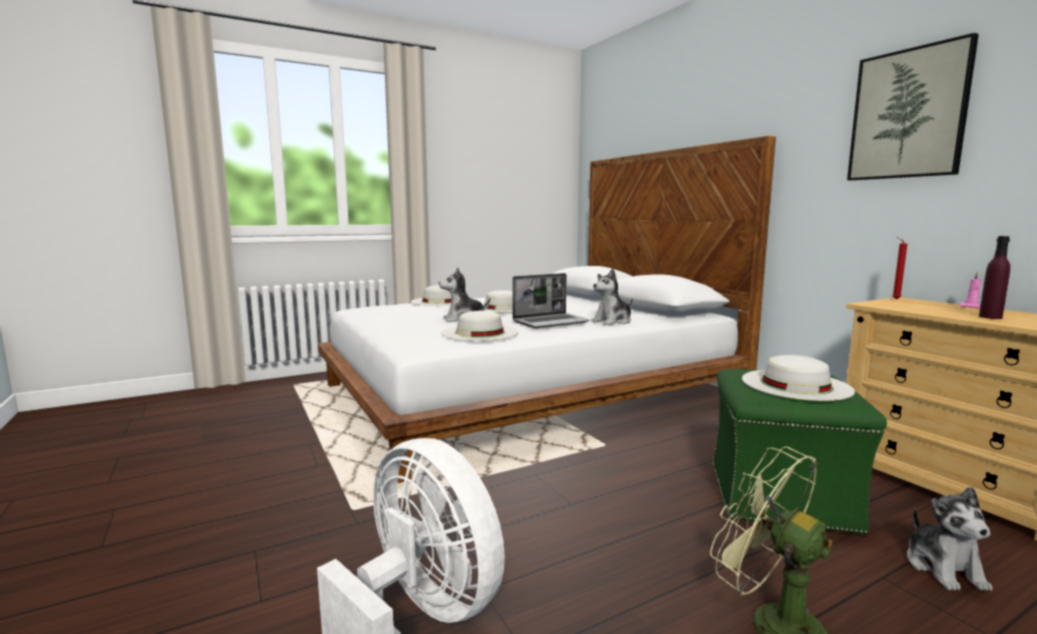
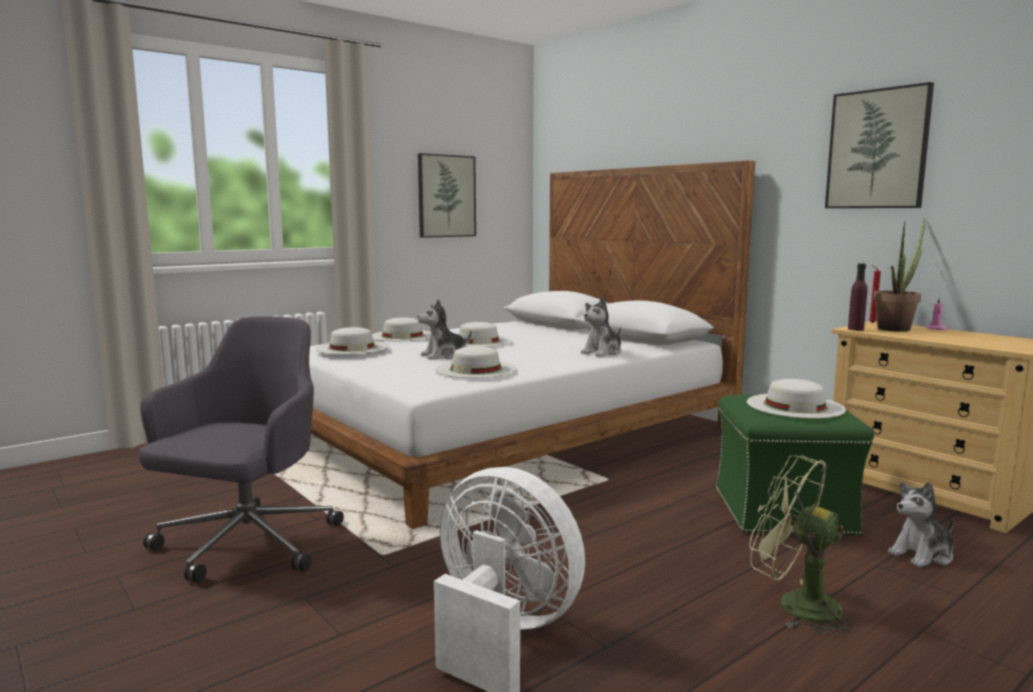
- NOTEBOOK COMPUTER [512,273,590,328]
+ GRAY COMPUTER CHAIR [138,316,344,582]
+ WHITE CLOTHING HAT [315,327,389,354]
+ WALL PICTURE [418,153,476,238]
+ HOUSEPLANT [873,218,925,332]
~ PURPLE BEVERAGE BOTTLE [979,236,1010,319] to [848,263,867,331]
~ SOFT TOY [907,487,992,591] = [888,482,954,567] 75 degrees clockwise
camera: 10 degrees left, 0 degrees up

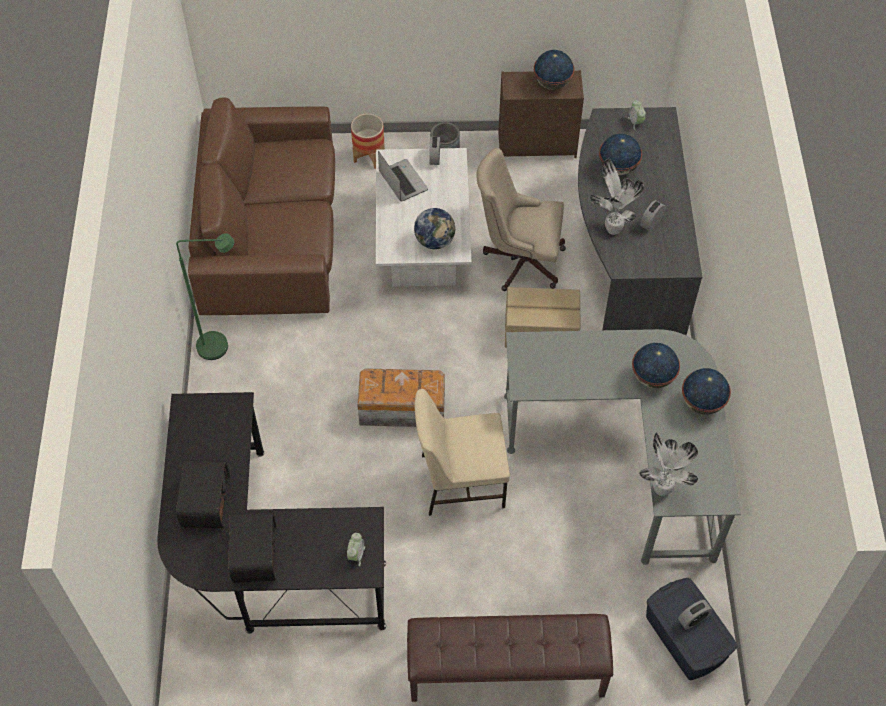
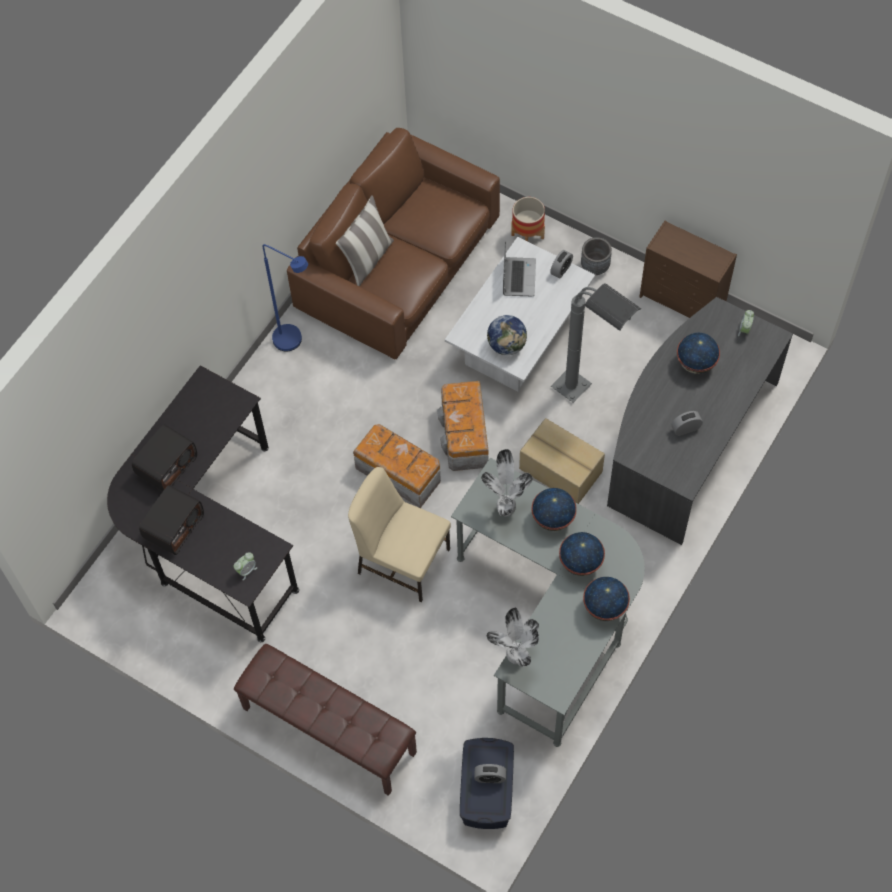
+ PILLOW [336,195,394,286]
+ STORAGE BOX [437,381,488,471]
~ WORLD GLOBE [534,50,574,90] to [531,488,577,531]
~ HOUSEPLANT [590,159,644,235] to [481,449,533,517]
~ BEIGE-COLOURED COMPUTER CHAIR [476,148,566,291] to GRAY FLOOR LAMP [551,283,641,403]
~ GREENISH FLOOR LAMP [176,233,234,360] to BLUISH FLOOR LAMP [263,244,308,352]
camera: 35 degrees right, 5 degrees up

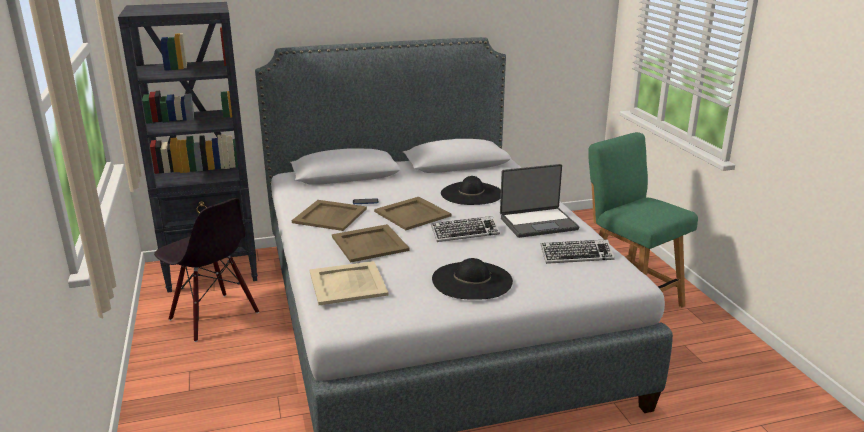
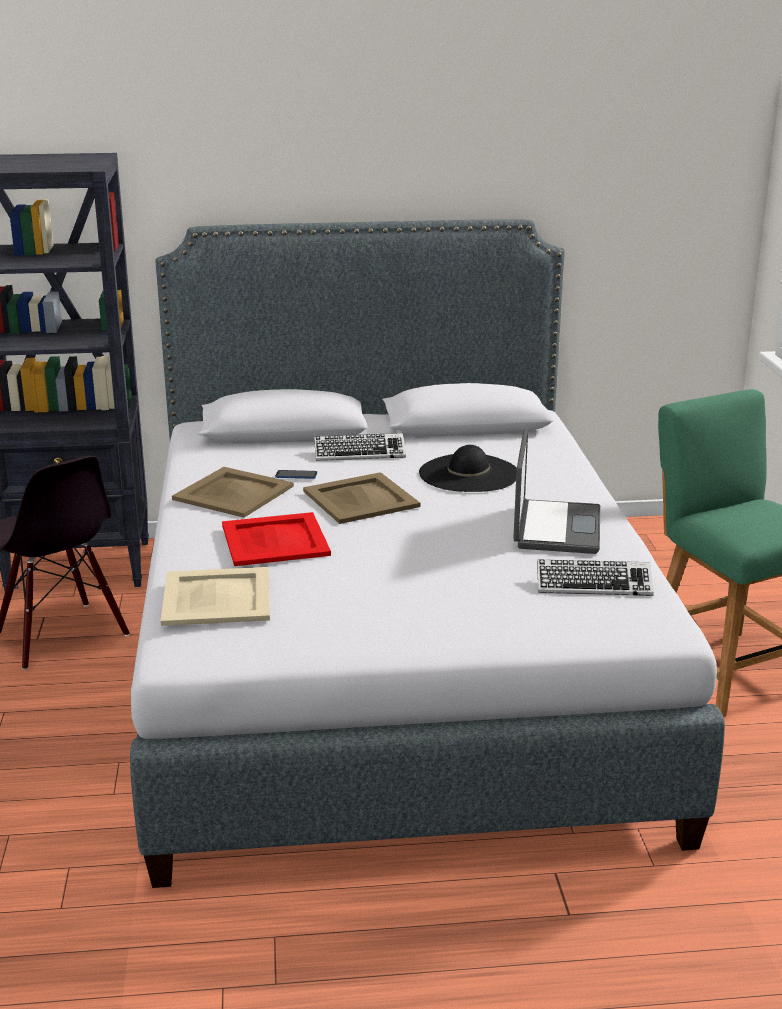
- BLACKISH CLOTHING HAT [432,258,513,300]
~ KEYBOARD [431,216,500,242] to [314,433,406,461]
~ BEIGE-COLOURED SERVING TRAY [332,224,410,263] to REDDISH SERVING TRAY [222,512,331,566]
~ NOTEBOOK COMPUTER [500,164,579,238] = [513,430,600,554] 75 degrees counterclockwise
camera: 10 degrees right, 0 degrees up

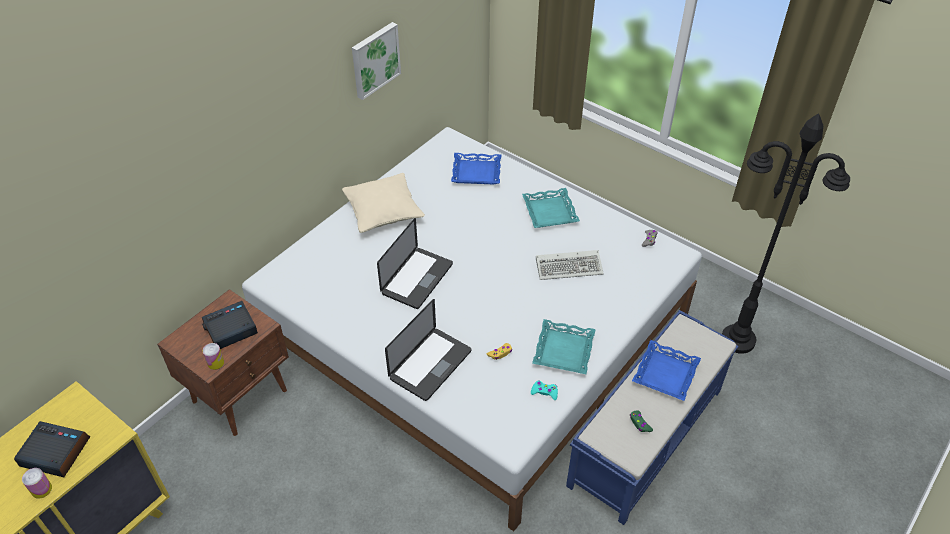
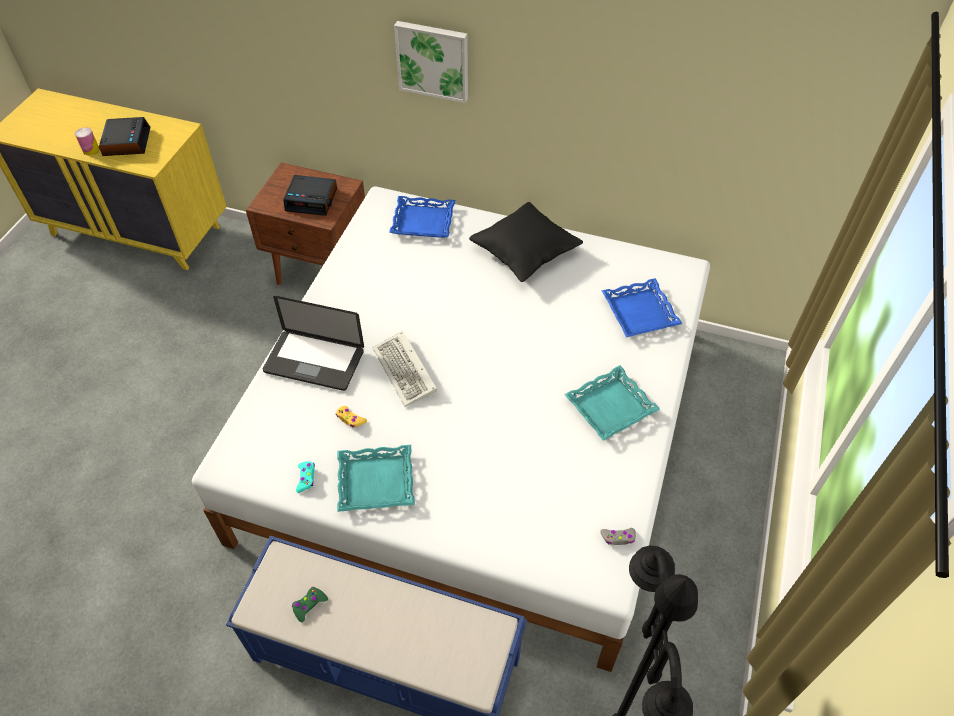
- METAL CAN [203,343,224,370]
- NOTEBOOK COMPUTER [377,218,453,309]
~ WALL PICTURE [352,22,401,100] to [394,21,468,103]
~ KEYBOARD [536,250,604,280] to [373,331,437,407]
~ BLUISH SERVING TRAY [632,340,701,401] to [389,196,455,238]
~ BEIGE-COLOURED PILLOW [342,173,425,233] to BLACKISH PILLOW [469,202,583,282]
~ BEDSIDE CLOCK [202,301,258,349] = [283,175,337,216] 150 degrees clockwise
camera: 70 degrees right, 5 degrees up

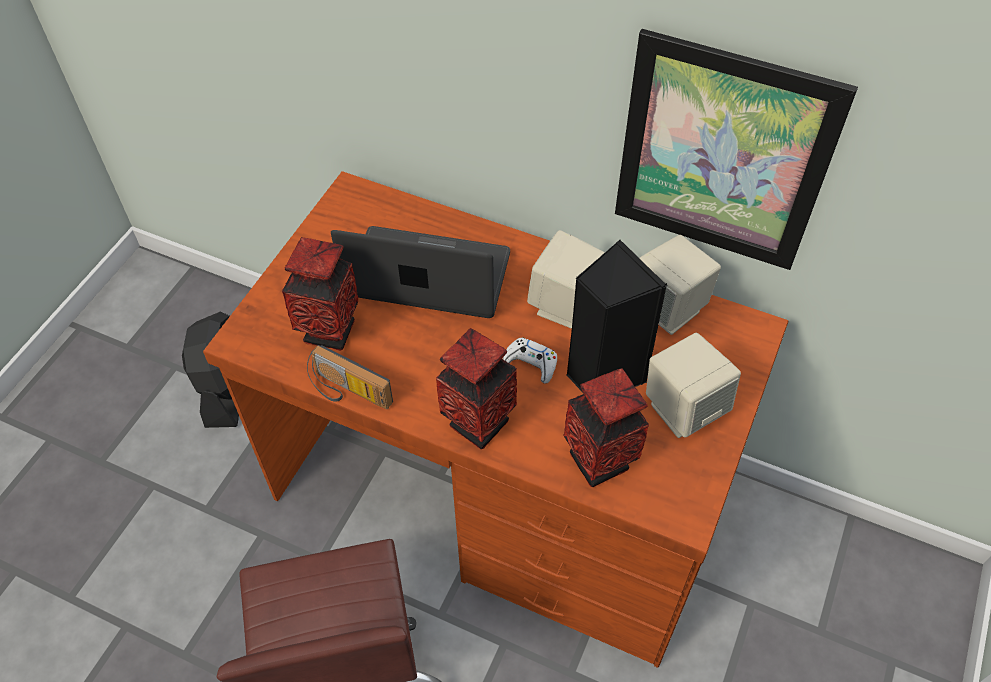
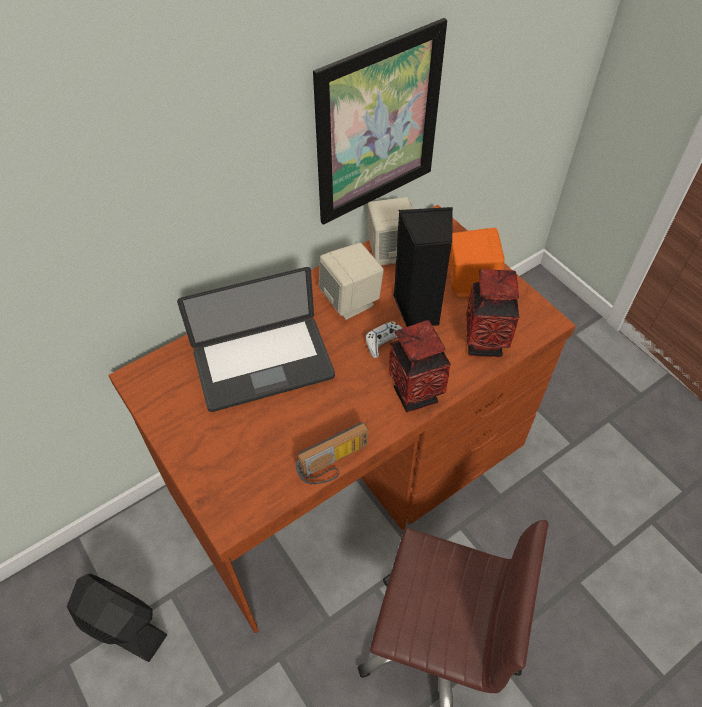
- VASE [282,237,358,351]
~ BEIGE-COLOURED LOUDSPEAKER [646,333,741,438] to ORANGEY LOUDSPEAKER [449,228,505,298]
~ NOTEBOOK COMPUTER [331,226,510,318] = [177,267,335,412] 150 degrees counterclockwise
camera: 60 degrees left, 0 degrees up

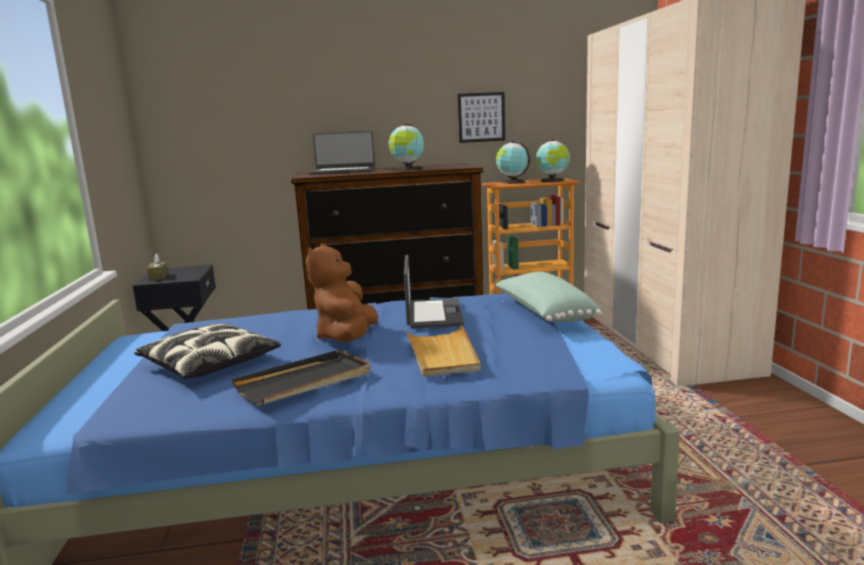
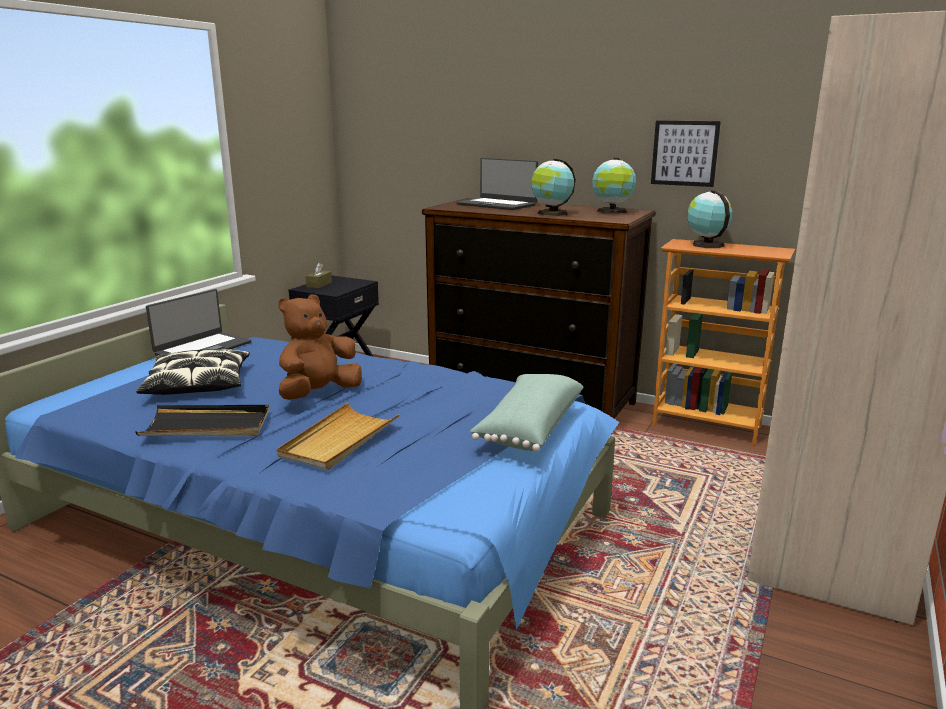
~ NOTEBOOK COMPUTER [404,255,464,329] to [146,289,251,356]
~ WORLD GLOBE [536,139,570,182] to [592,158,636,214]
camera: 35 degrees right, 5 degrees up

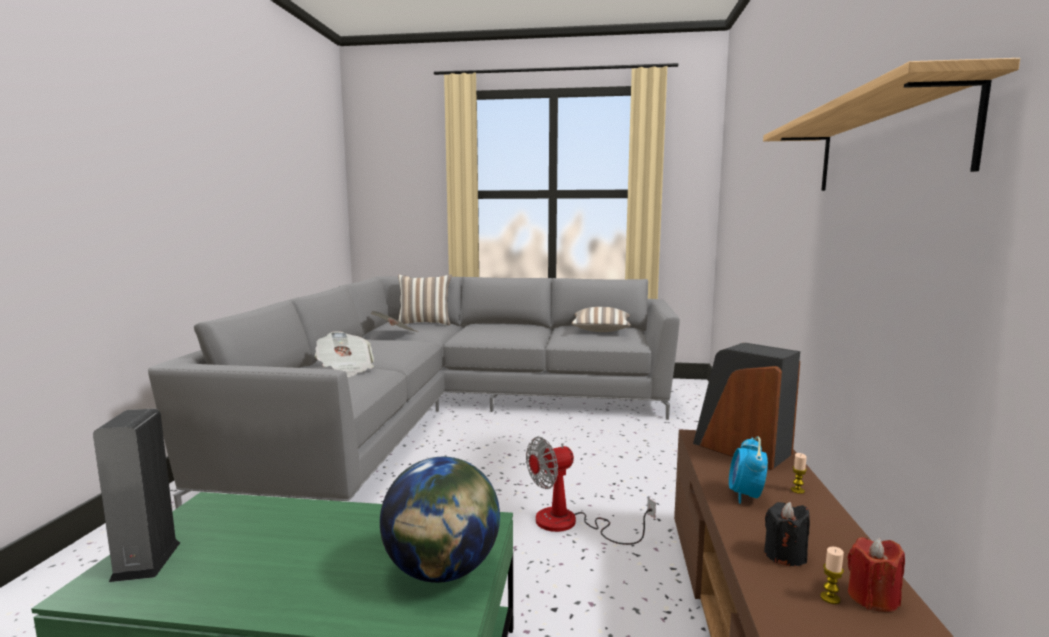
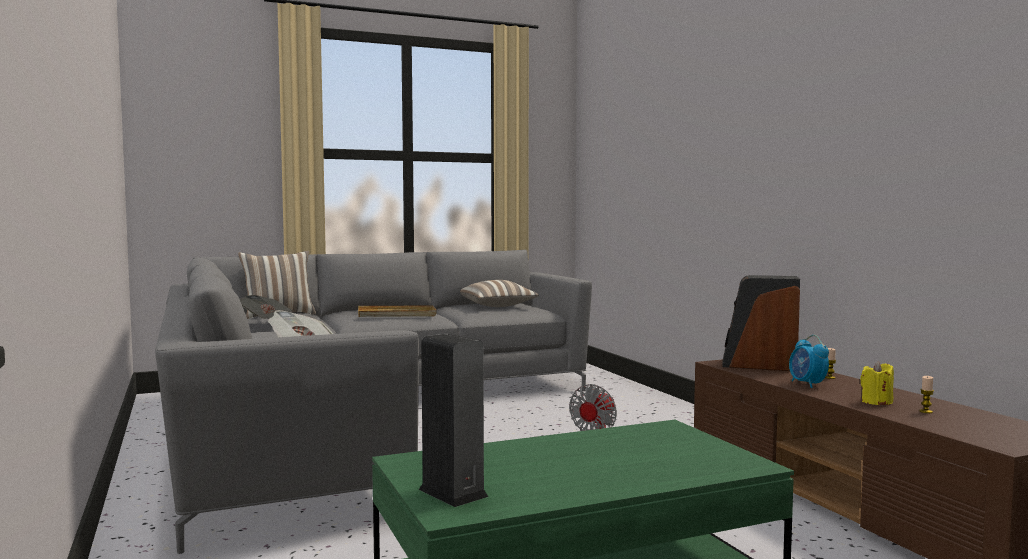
- WORLD GLOBE [380,457,500,583]
- WALL SHELF [763,58,1020,191]
- REDDISH WAX CANDLE [847,537,905,612]
+ BEIGE-COLOURED SERVING TRAY [358,305,436,317]
~ BLACKISH WAX CANDLE [764,502,810,566] to YELLOWISH WAX CANDLE [860,361,894,405]
camera: 30 degrees left, 5 degrees down

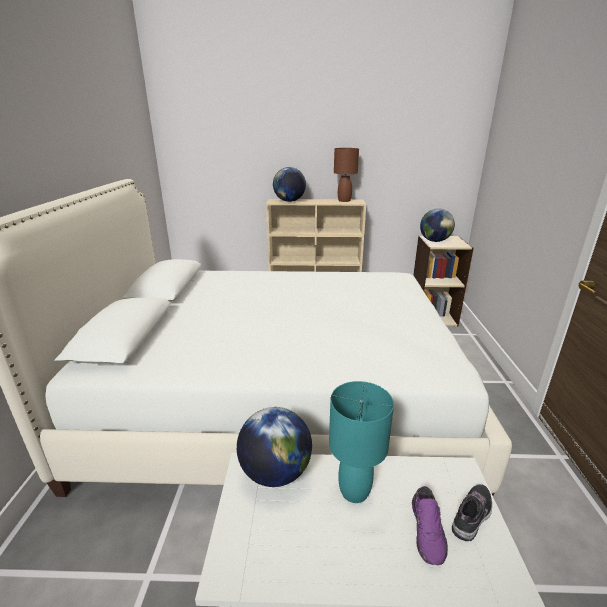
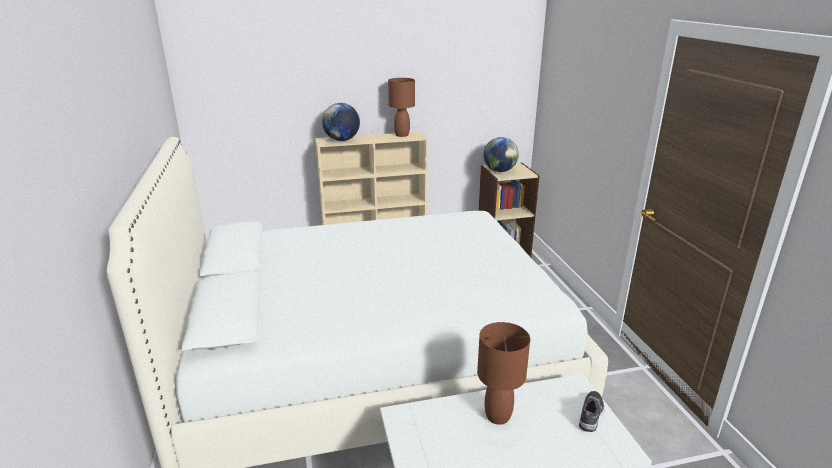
- WORLD GLOBE [237,407,312,487]
- PURPLE ITEM OF FOOTWEAR [412,486,448,565]
~ TURQUOISE-COLOURED TABLETOP LAMP [329,381,394,503] to BROWN-COLOURED TABLETOP LAMP [477,322,530,425]
camera: 15 degrees left, 0 degrees up

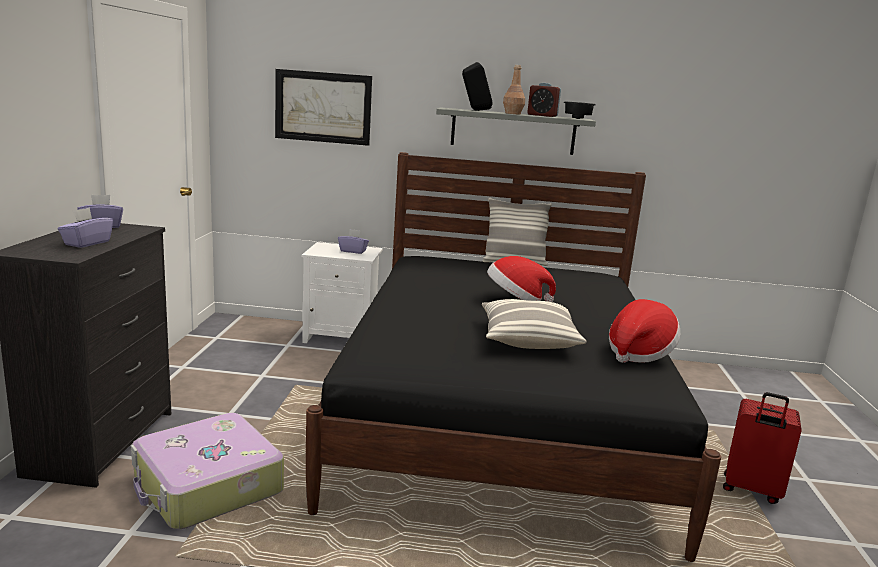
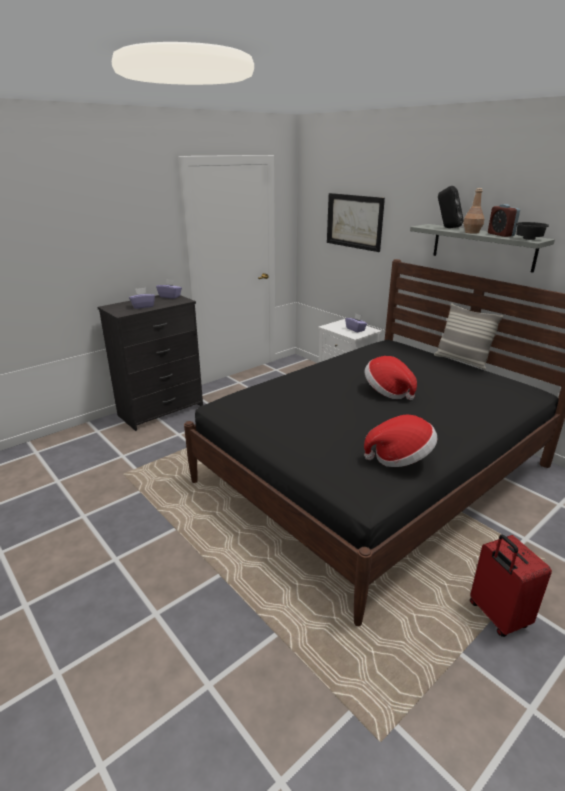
- PIECE OF LUGGAGE [131,413,284,529]
- PILLOW [482,299,587,349]
camera: 45 degrees right, 10 degrees up

